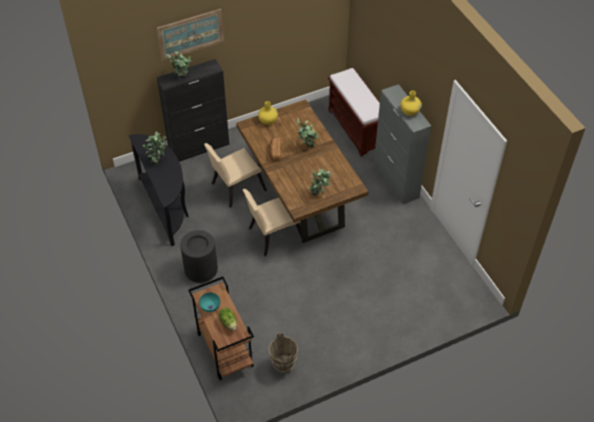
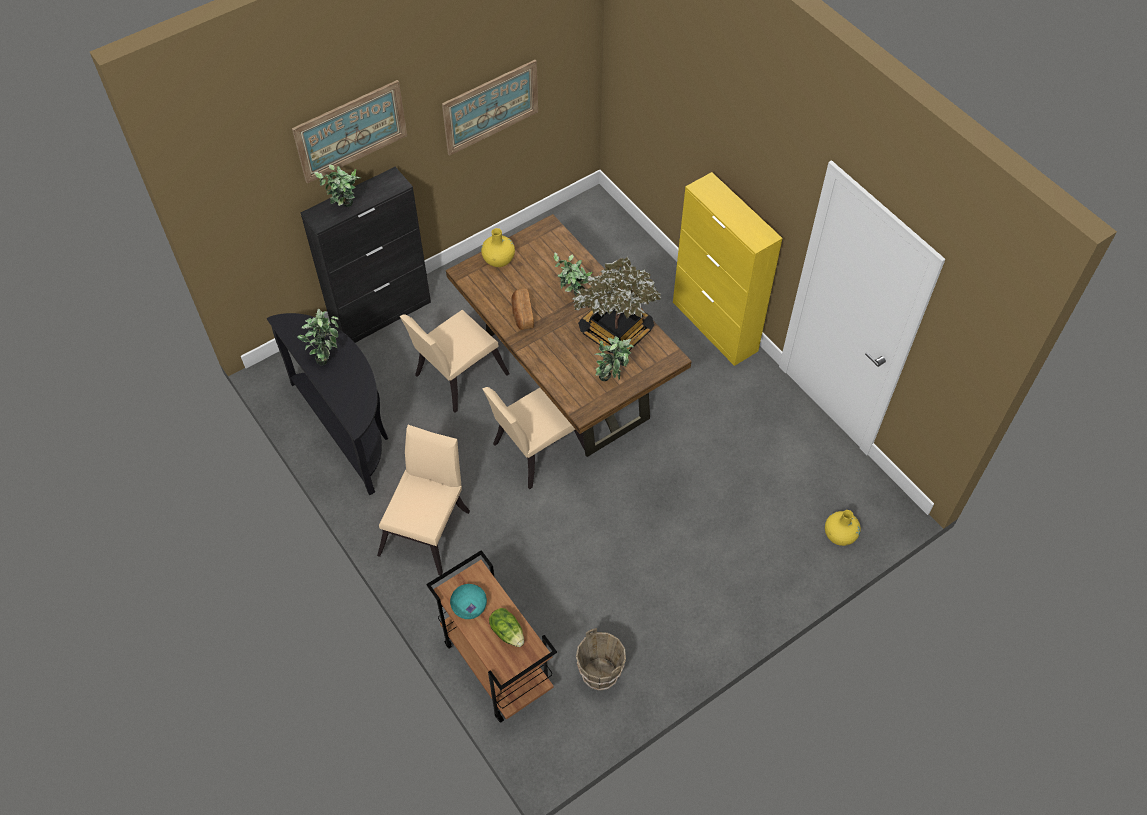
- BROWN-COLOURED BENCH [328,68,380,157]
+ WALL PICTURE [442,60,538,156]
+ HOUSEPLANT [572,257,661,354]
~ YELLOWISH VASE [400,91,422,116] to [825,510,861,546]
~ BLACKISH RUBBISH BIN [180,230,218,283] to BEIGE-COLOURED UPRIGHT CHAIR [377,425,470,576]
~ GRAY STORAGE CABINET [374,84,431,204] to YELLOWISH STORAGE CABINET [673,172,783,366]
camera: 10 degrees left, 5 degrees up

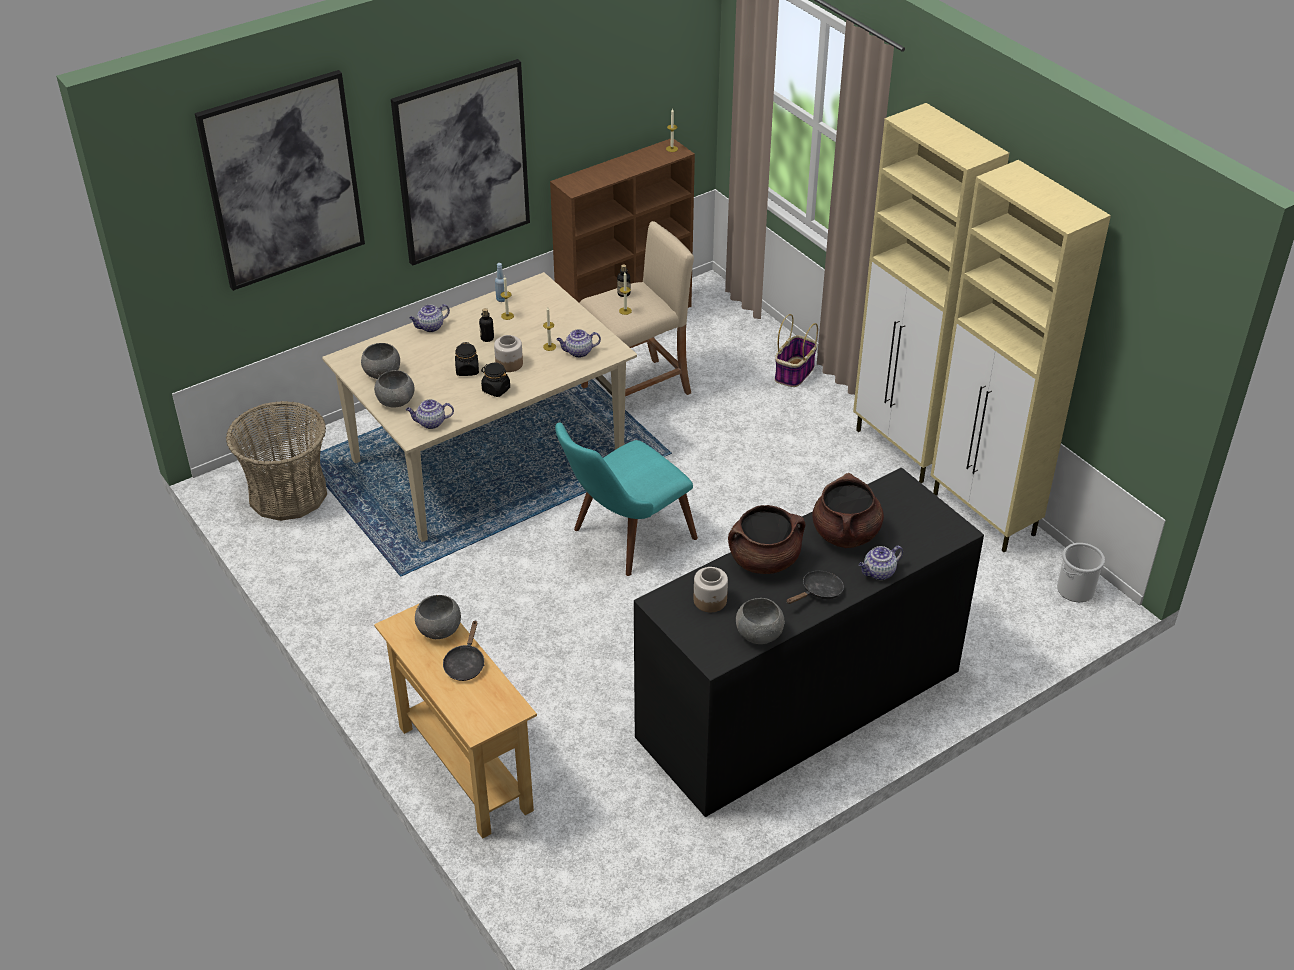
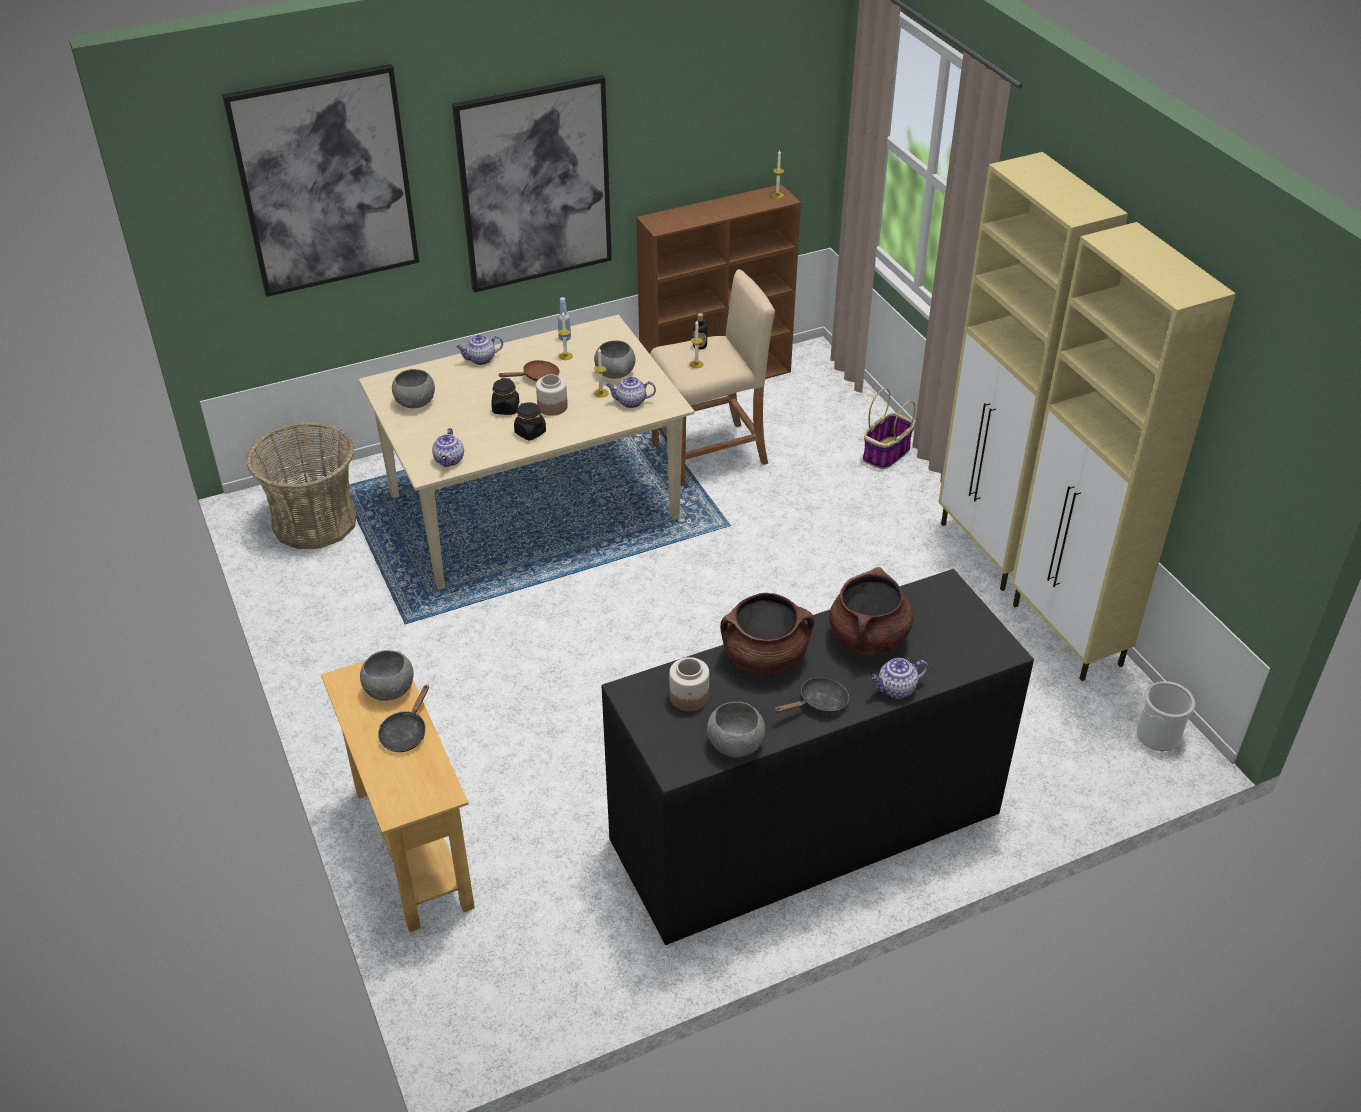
- TURQUOISE-COLOURED UPRIGHT CHAIR [555,422,698,576]
~ GRAY DEEP DISH [374,370,414,408] to [594,340,636,379]
~ BEVERAGE BOTTLE [479,308,494,342] to BROWN-COLOURED FRYING PAN [498,360,560,381]
~ TEAPOT [406,399,454,429] = [432,428,464,467] 90 degrees counterclockwise
camera: 10 degrees right, 0 degrees up

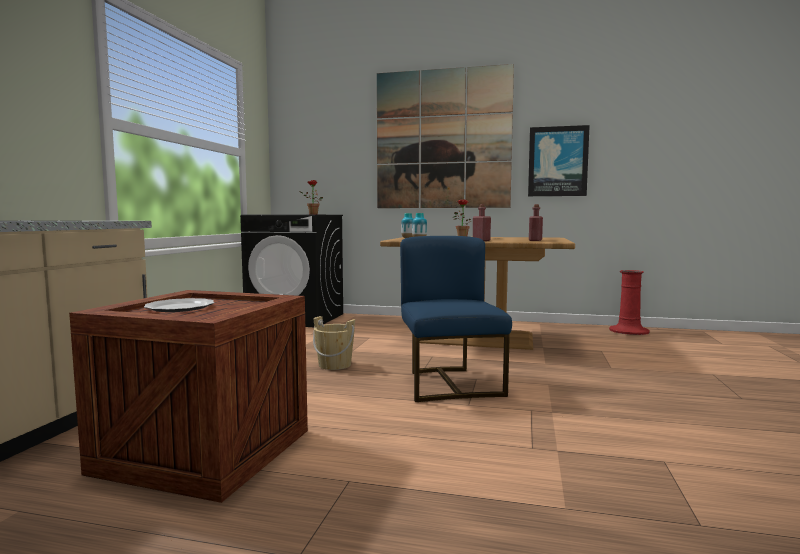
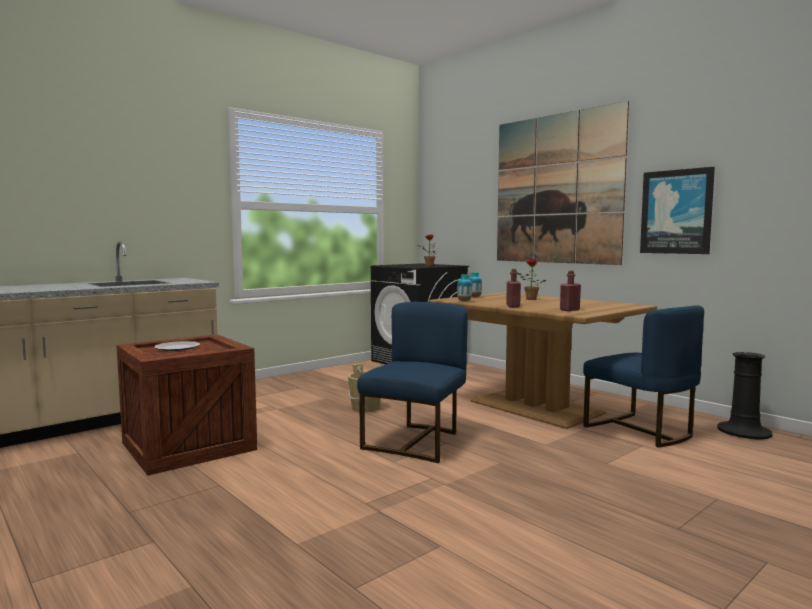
+ BLUISH UPRIGHT CHAIR [583,305,704,448]
~ REDDISH VASE [609,270,650,335] to BLACKISH VASE [717,352,772,440]
camera: 35 degrees right, 0 degrees up

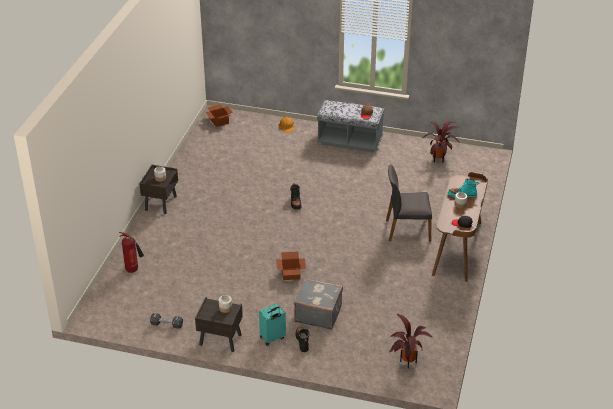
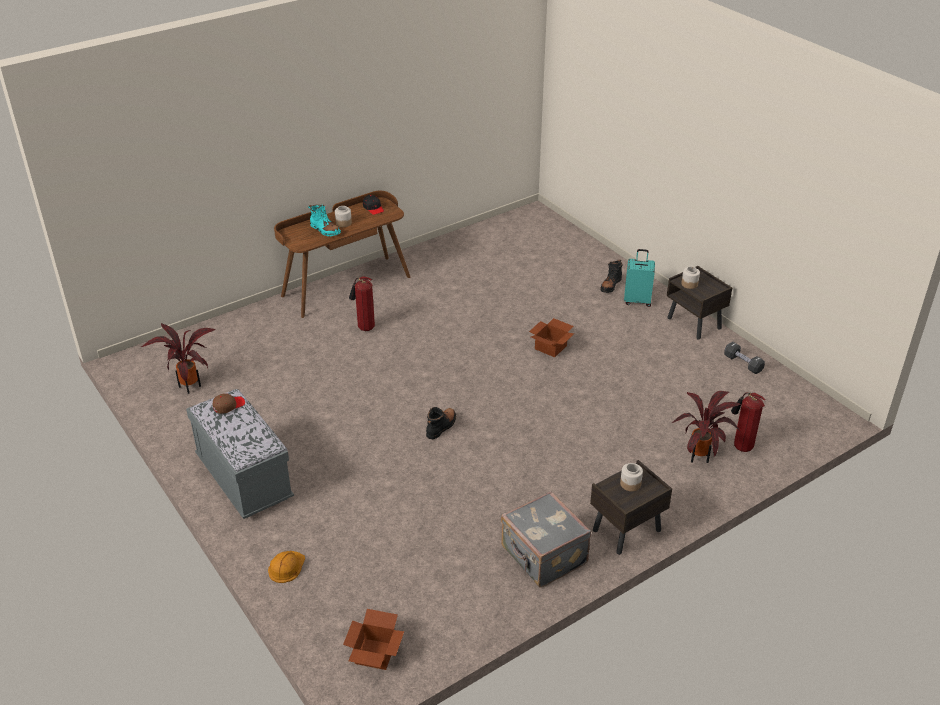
~ GRAY PIECE OF LUGGAGE [294,278,343,330] to [501,491,591,588]
~ HOUSEPLANT [390,313,433,368] to [671,391,742,463]
~ GRAY UPRIGHT CHAIR [386,164,432,242] to EXTINGUISHER [349,276,375,331]
camera: 140 degrees left, 0 degrees up

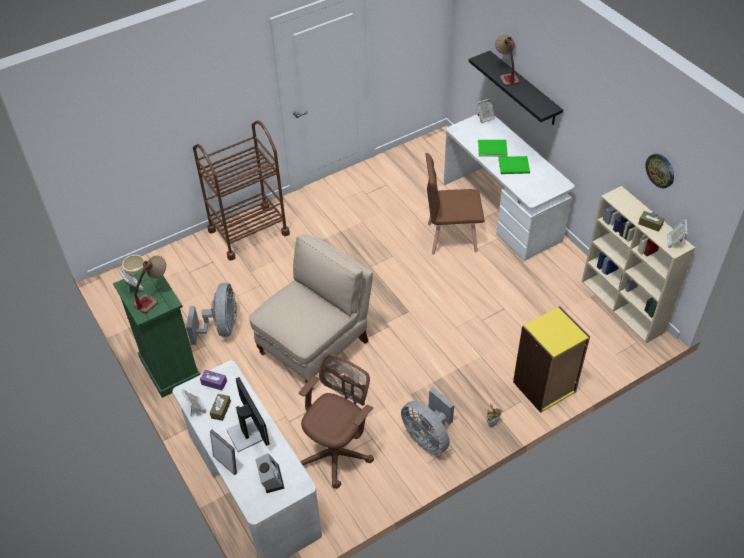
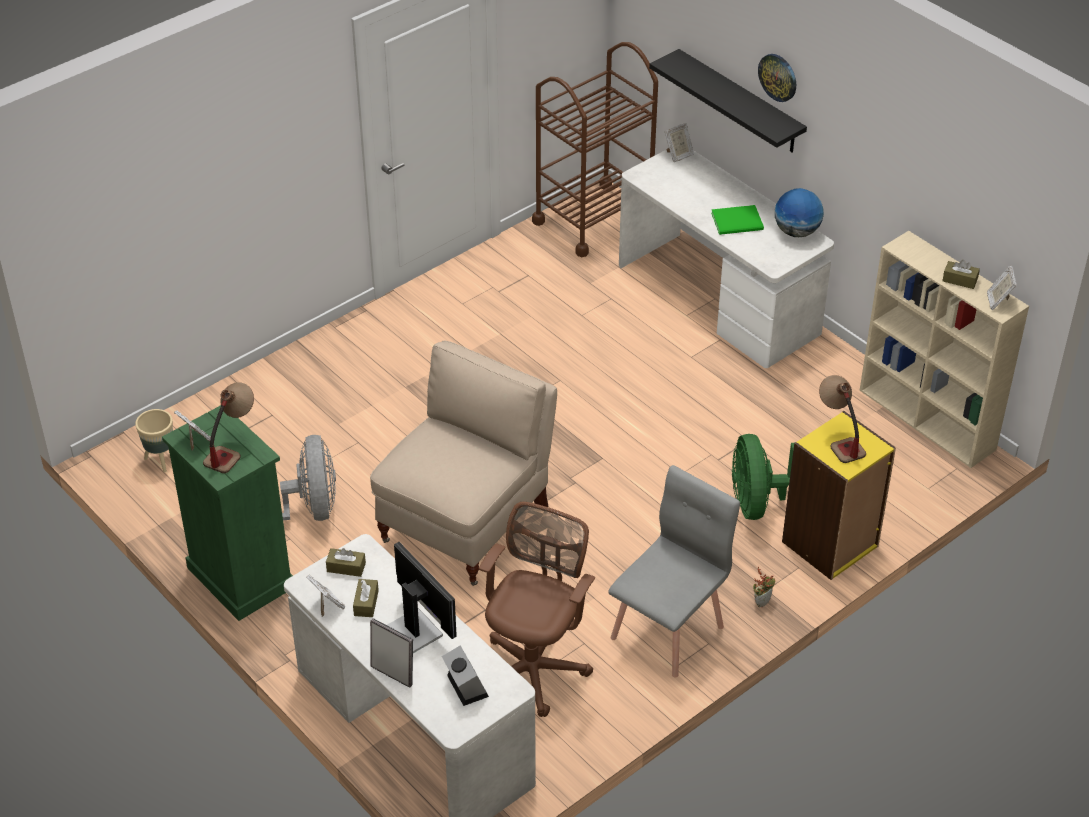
- BROWN-COLOURED UPRIGHT CHAIR [426,153,485,255]
- GREENISH BOUND BOOK [478,140,508,157]
+ GREENISH ELECTRIC FAN [732,434,794,520]
+ WORLD GLOBE [775,188,824,237]
~ BROWN-COLOURED CART [193,121,290,261] to [532,42,658,258]
~ TABLETOP LAMP [495,35,519,86] to [819,375,866,463]
~ HANGING CLOCK [645,154,674,188] to [758,54,796,102]
~ GRAY ELECTRIC FAN [401,387,454,455] to GRAY UPRIGHT CHAIR [608,465,740,678]
~ PURPLE TISSUE BOX [200,370,227,391] to BROWN-COLOURED TISSUE BOX [326,548,366,577]
camera: 10 degrees left, 5 degrees down

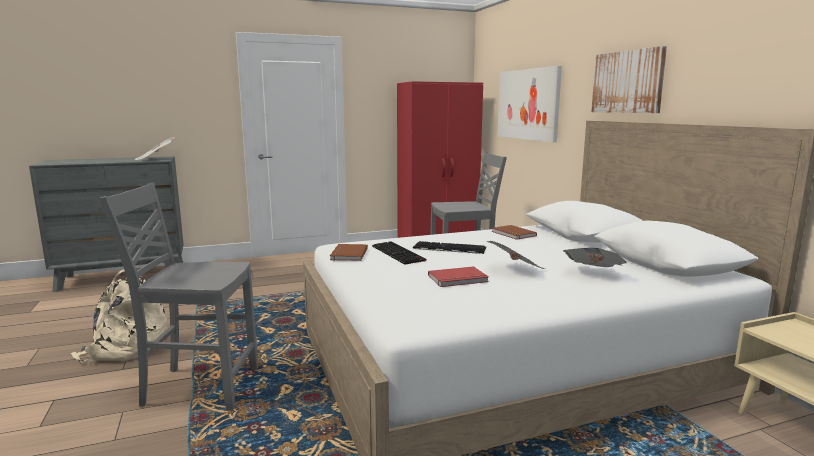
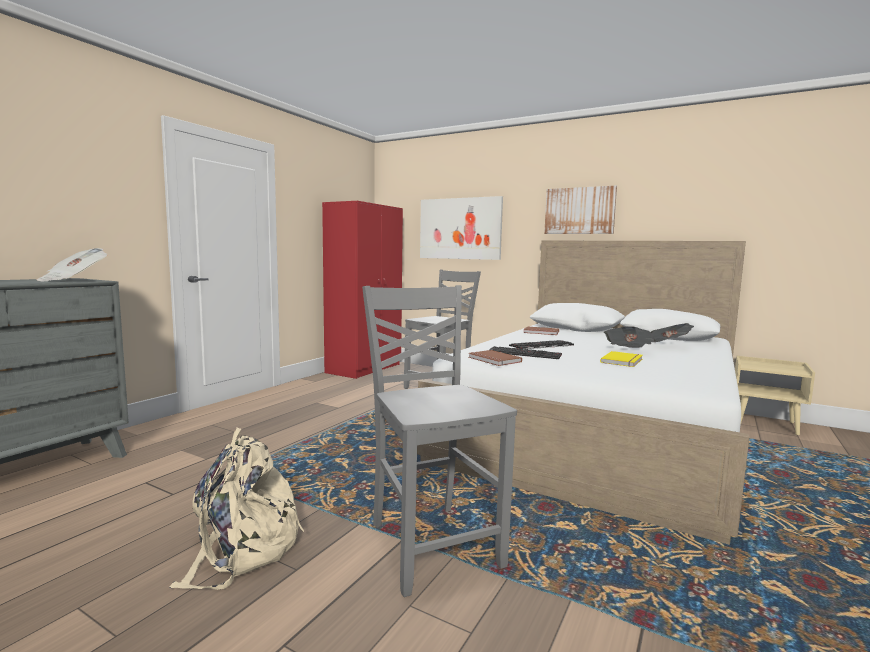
~ REDDISH BOUND BOOK [428,266,489,287] to YELLOWISH BOUND BOOK [600,351,643,367]
~ GRAY UPRIGHT CHAIR [100,183,258,410] = [362,285,517,597] 105 degrees clockwise
camera: 40 degrees left, 5 degrees down

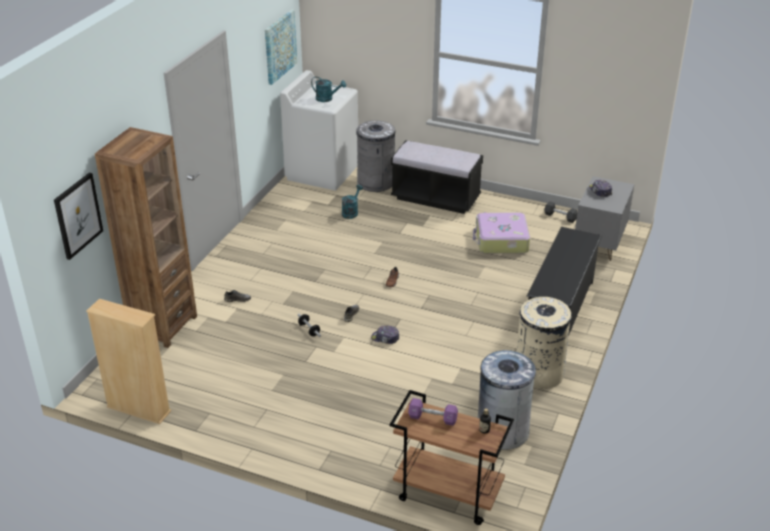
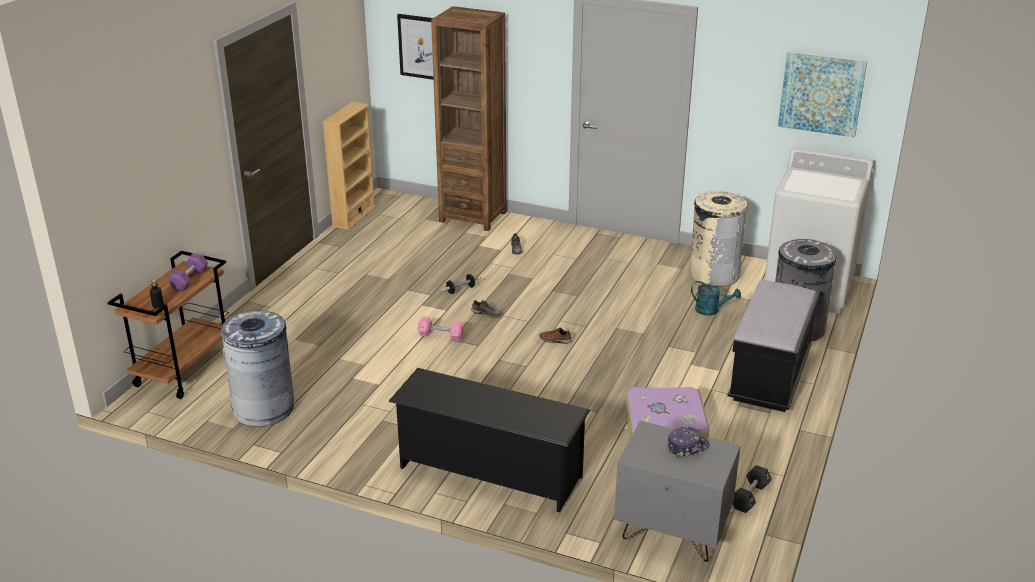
- TURQUOISE-COLOURED SPRINKLING CAN [311,77,346,102]
~ BEIGE-COLOURED RUBBISH BIN [517,297,571,389] to [690,191,748,286]
~ PEAKED CAP [371,325,399,344] to PINK-COLOURED FREE WEIGHT [418,316,464,341]
camera: 90 degrees right, 5 degrees down

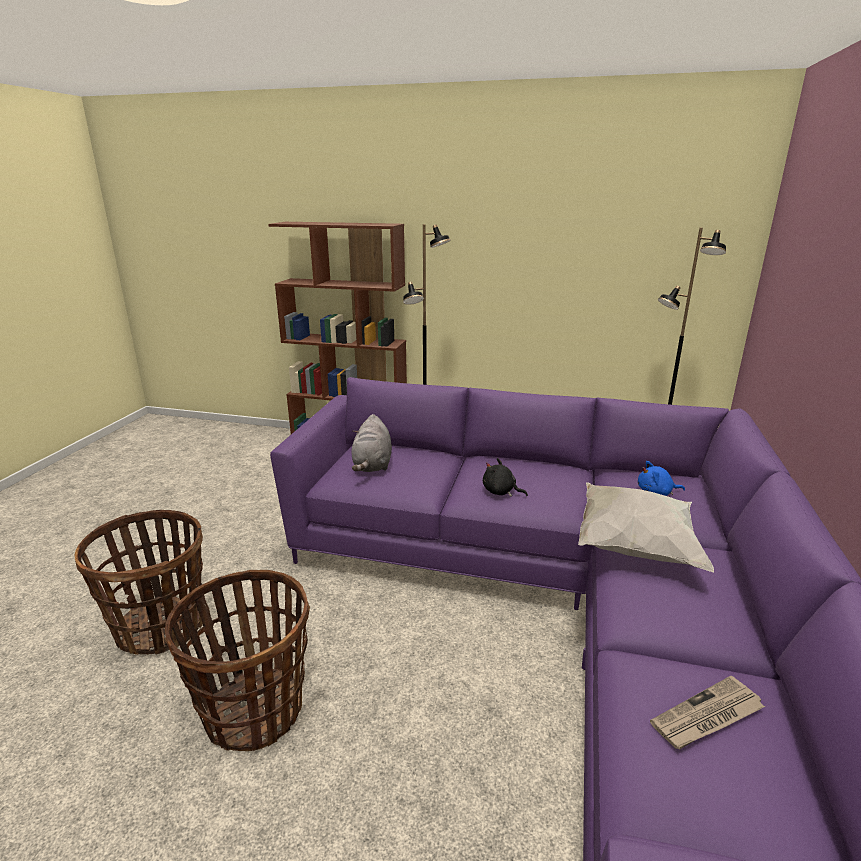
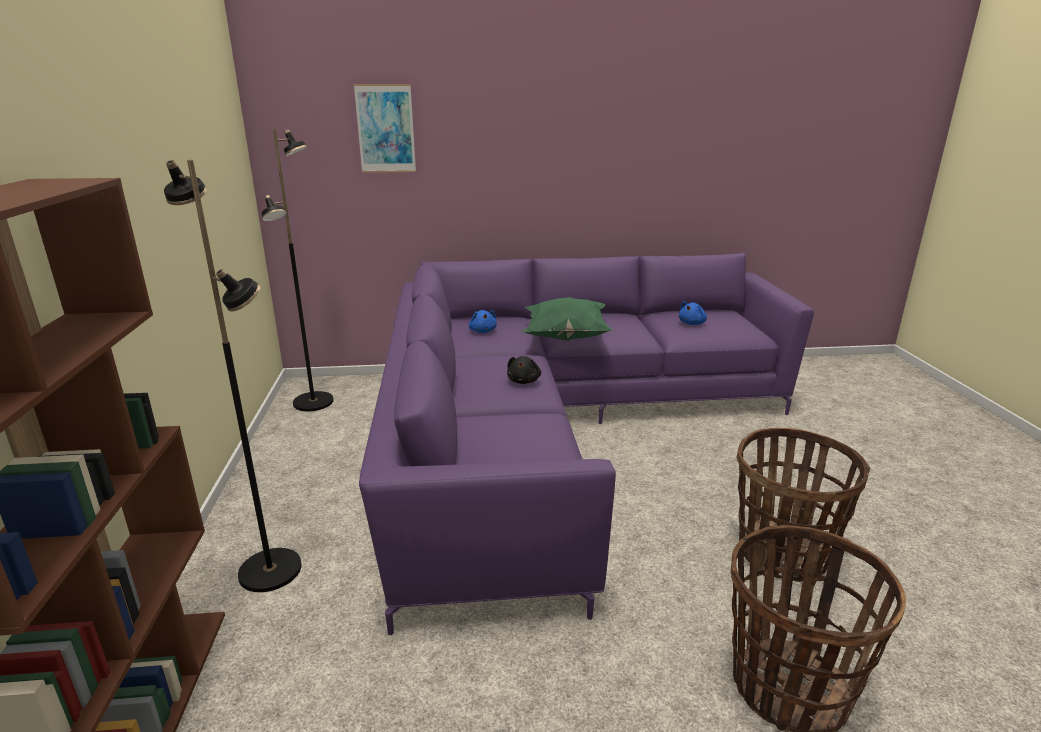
- GRAY SOFT TOY [352,414,392,472]
+ WALL PICTURE [354,84,416,173]
~ DAILY PAPER [650,676,765,749] to BLUISH SOFT TOY [679,301,707,325]
~ WHITE PILLOW [578,482,714,572] to GREENISH PILLOW [521,297,614,341]
camera: 110 degrees left, 0 degrees up

